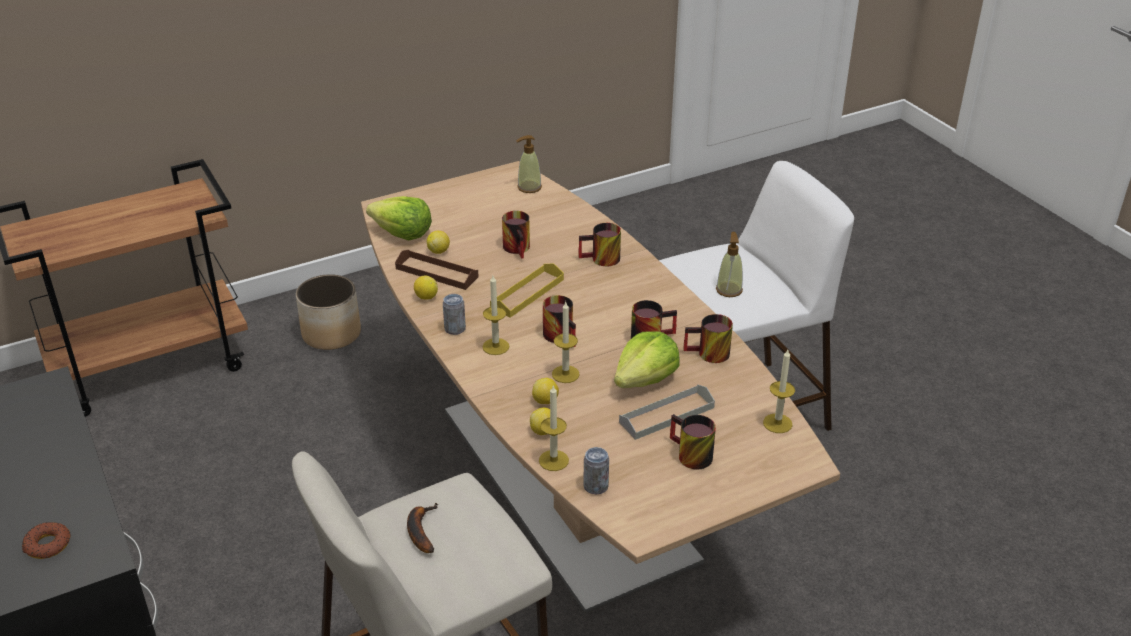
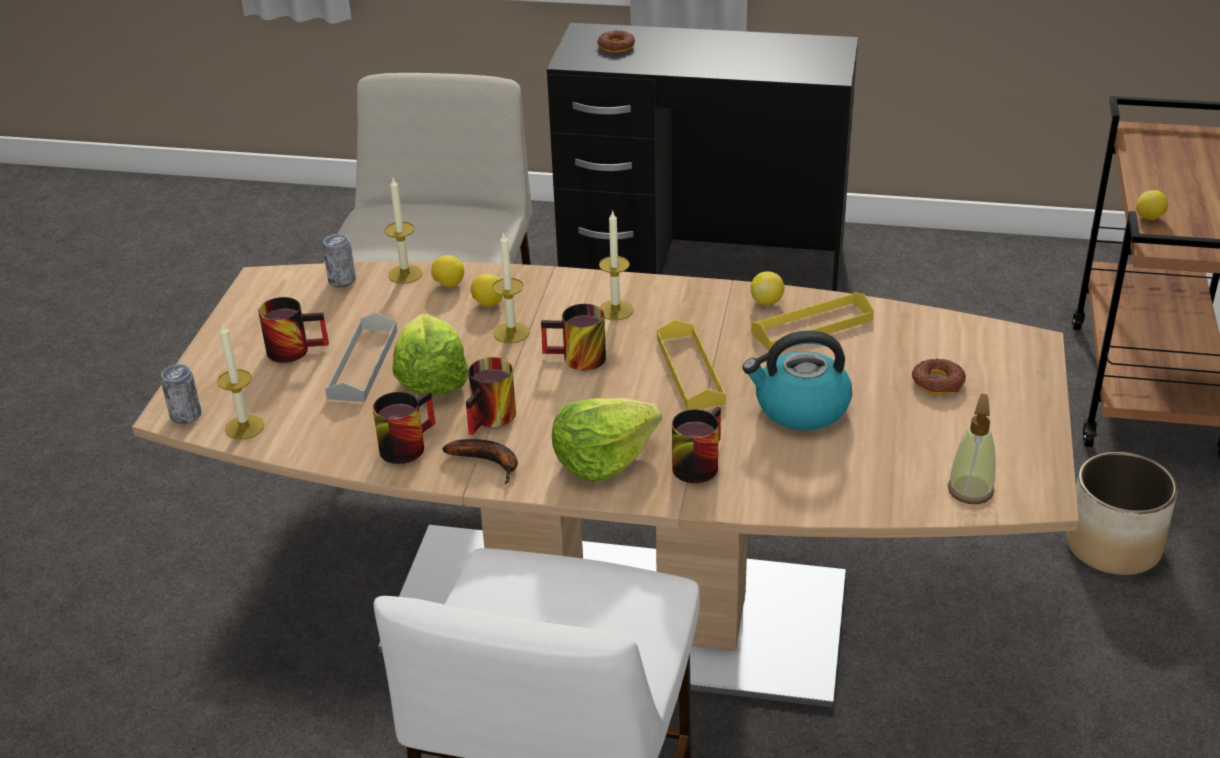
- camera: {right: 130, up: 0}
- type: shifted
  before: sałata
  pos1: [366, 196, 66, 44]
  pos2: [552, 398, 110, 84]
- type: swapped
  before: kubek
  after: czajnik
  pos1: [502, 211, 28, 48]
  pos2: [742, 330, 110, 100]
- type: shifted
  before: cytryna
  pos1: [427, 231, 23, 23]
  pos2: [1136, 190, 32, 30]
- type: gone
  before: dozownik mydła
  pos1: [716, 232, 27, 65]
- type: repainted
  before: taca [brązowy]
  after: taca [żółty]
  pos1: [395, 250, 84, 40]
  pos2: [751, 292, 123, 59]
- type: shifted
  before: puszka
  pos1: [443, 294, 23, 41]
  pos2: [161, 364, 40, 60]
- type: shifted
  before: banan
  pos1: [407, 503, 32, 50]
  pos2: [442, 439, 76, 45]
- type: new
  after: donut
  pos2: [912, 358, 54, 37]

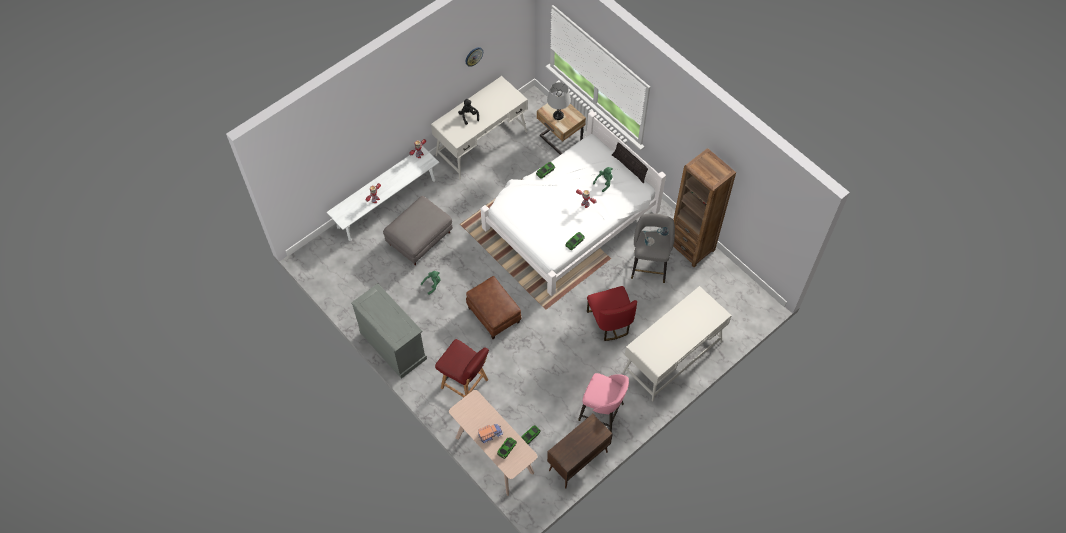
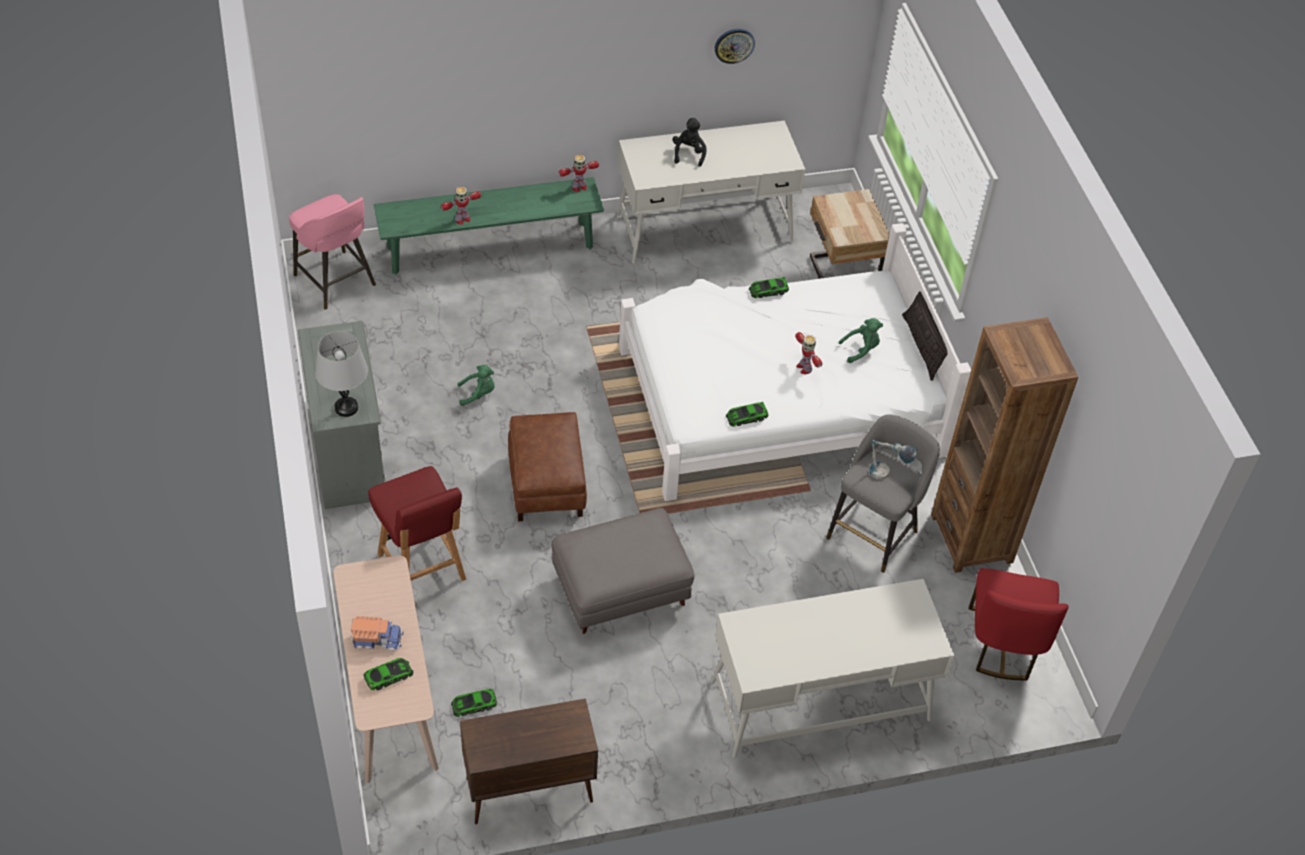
- camera: {right: 25, up: -10}
- type: shifted
  before: lampa stołowa [szary]
  pos1: [547, 82, 24, 38]
  pos2: [315, 331, 53, 86]
- type: repainted
  before: ławka [biały]
  after: ławka [zielony]
  pos1: [326, 146, 113, 95]
  pos2: [374, 177, 230, 98]
- type: shifted
  before: pufa [szary]
  pos1: [383, 196, 70, 69]
  pos2: [552, 508, 142, 126]
- type: shifted
  before: krzesło [czerwony]
  pos1: [587, 286, 50, 55]
  pos2: [968, 568, 101, 112]
- type: shifted
  before: stołek [różowy]
  pos1: [578, 373, 51, 59]
  pos2: [289, 194, 87, 116]

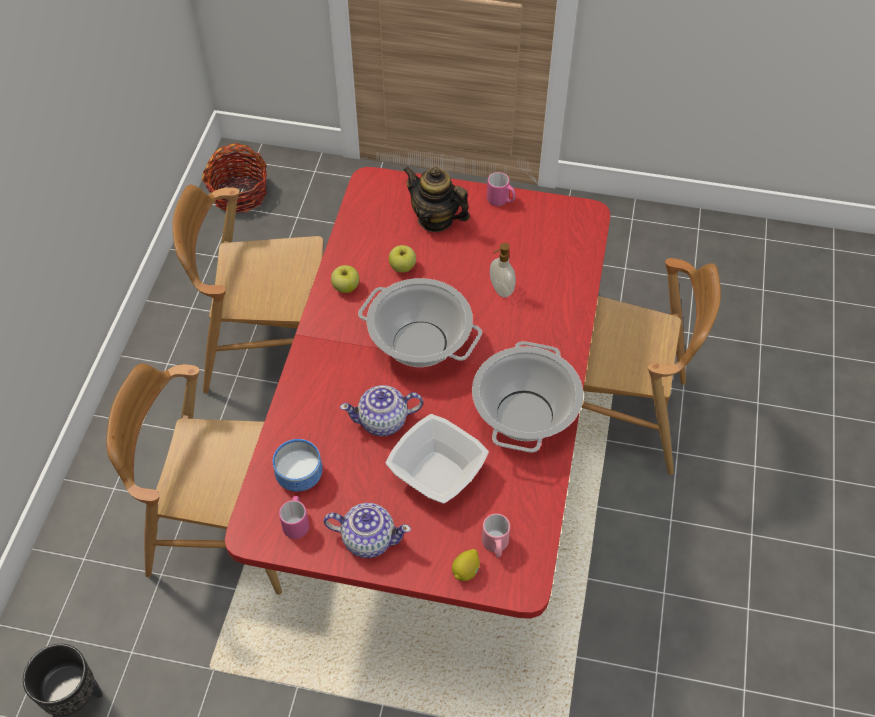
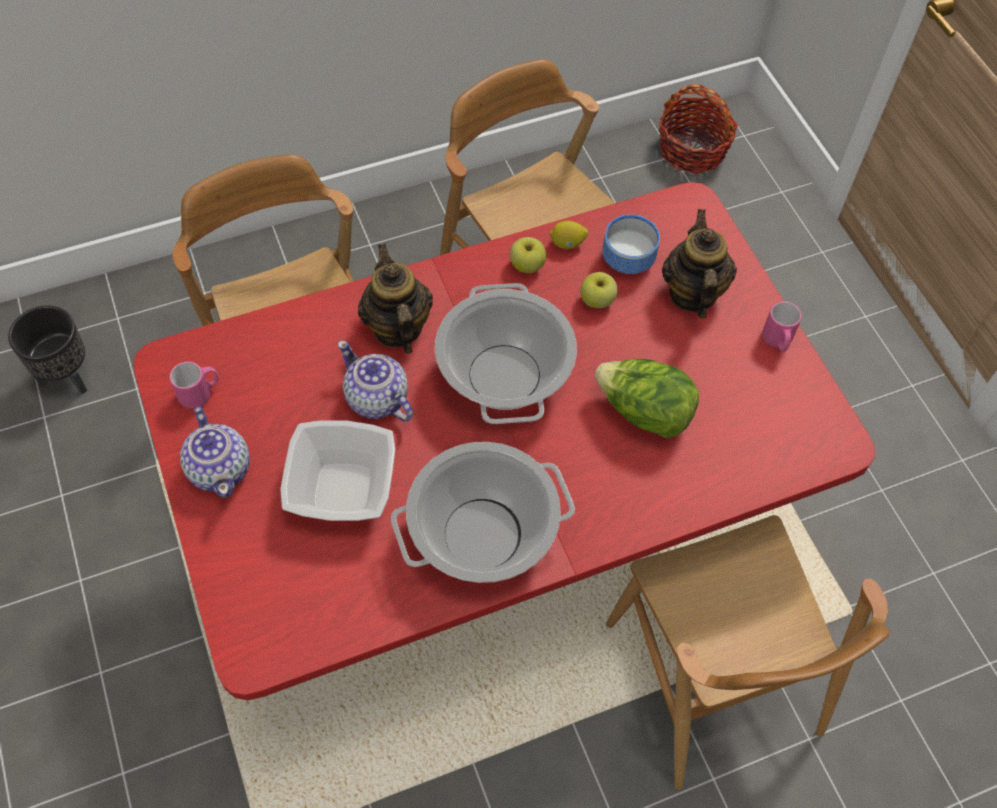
- camera: {right: 55, up: 5}
- type: swapped
  before: dozownik mydła
  after: sałata
  pos1: [490, 243, 26, 54]
  pos2: [595, 359, 104, 79]
- type: shifted
  before: miska
  pos1: [273, 439, 50, 53]
  pos2: [602, 215, 58, 59]
- type: gone
  before: kubek [różowy]
  pos1: [482, 514, 28, 44]
- type: shifted
  before: cytryna
  pos1: [452, 549, 28, 32]
  pos2: [550, 221, 38, 28]
- type: new
  after: imbryk
  pos2: [358, 243, 75, 111]

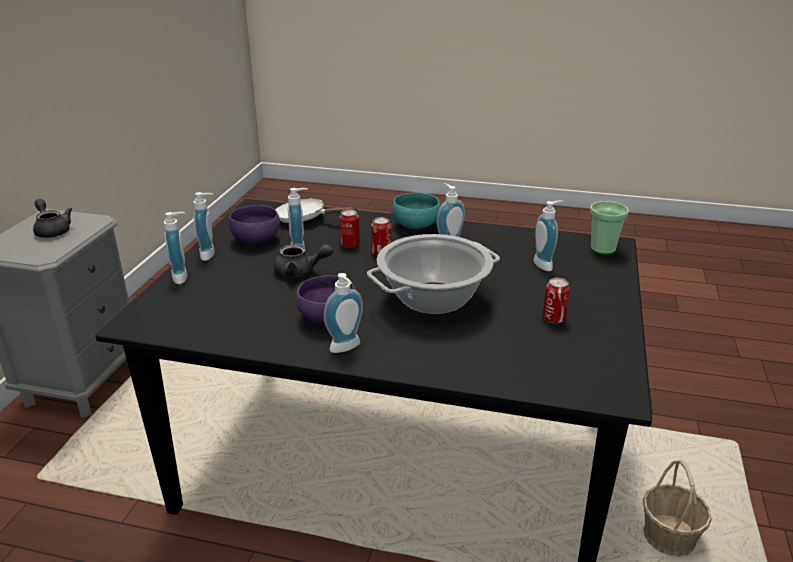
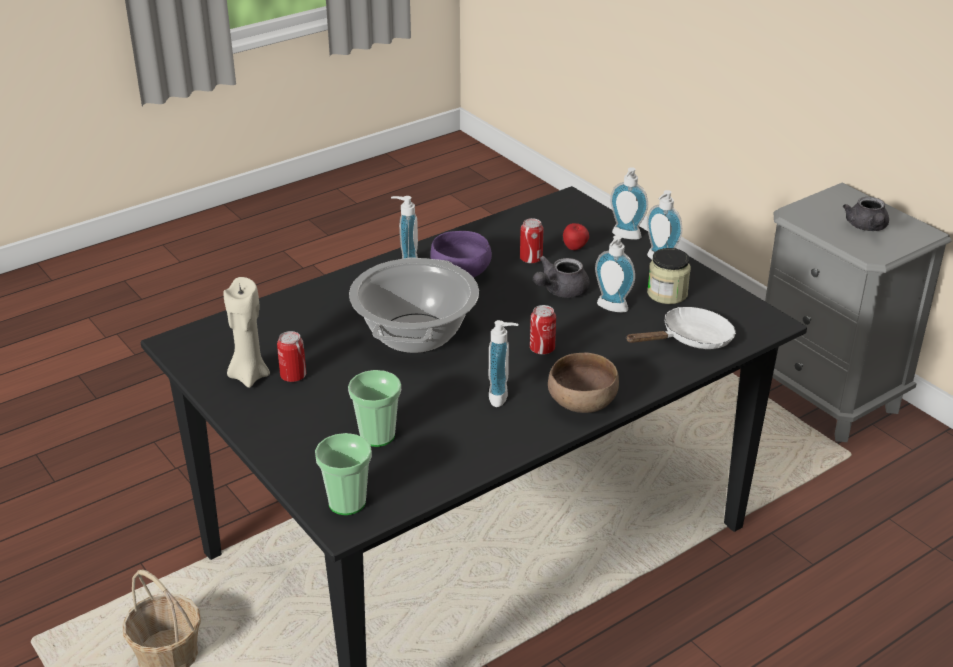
- camera: {right: 130, up: 5}
- type: repainted
  before: miska [turkusowy]
  after: miska [brązowy]
  pos1: [392, 192, 48, 37]
  pos2: [548, 353, 71, 60]
- type: rotated
  before: imbryk [szary]
  pos1: [33, 199, 39, 39]
  pos2: [843, 197, 46, 34]
  turn: 90
- type: swapped
  before: dozownik mydła
  after: filiżanka
  pos1: [534, 200, 29, 71]
  pos2: [348, 370, 53, 77]
- type: swapped
  before: miska [fioletowy]
  after: słoik
  pos1: [229, 205, 51, 39]
  pos2: [647, 248, 44, 56]
- type: shifted
  before: puszka
  pos1: [339, 209, 21, 39]
  pos2: [520, 218, 23, 46]
- type: new
  after: jabłko
  pos2: [563, 223, 26, 27]
- type: new
  after: świeca [beżowy]
  pos2: [223, 277, 47, 111]

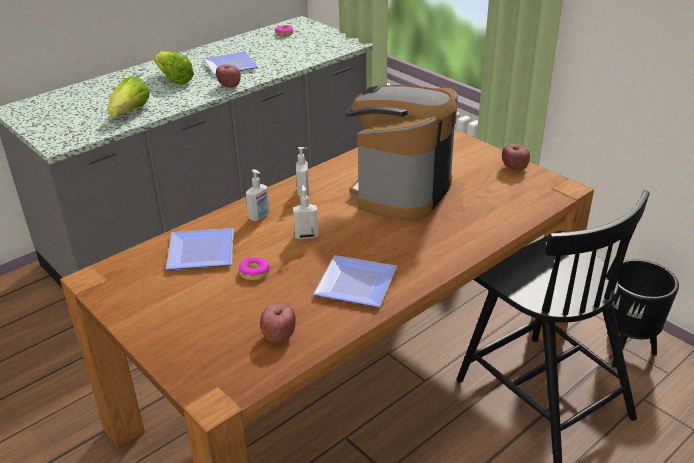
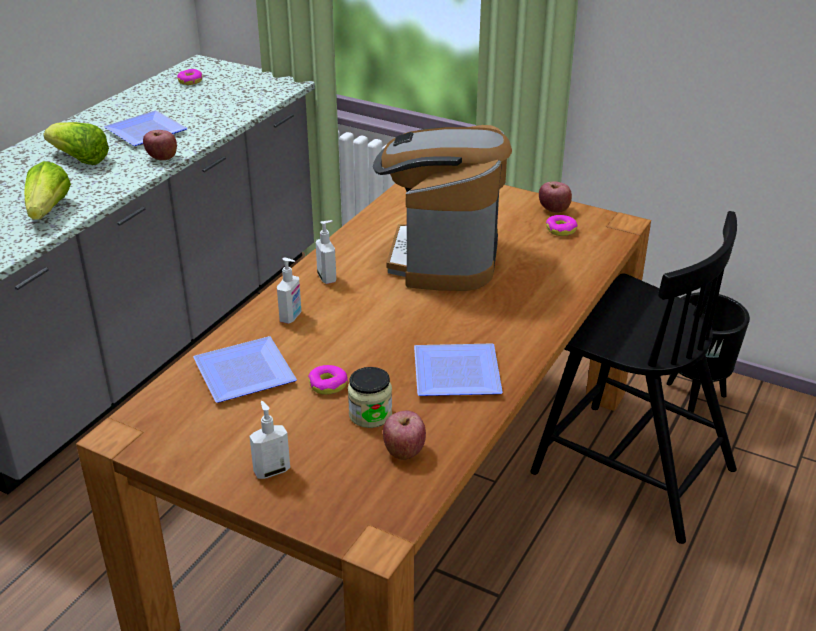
- camera: {right: -20, up: 0}
- type: shifted
  before: dozownik mydła
  pos1: [293, 185, 26, 54]
  pos2: [249, 401, 41, 78]
- type: new
  after: donut
  pos2: [546, 215, 32, 21]
- type: new
  after: słoik
  pos2: [348, 367, 44, 61]

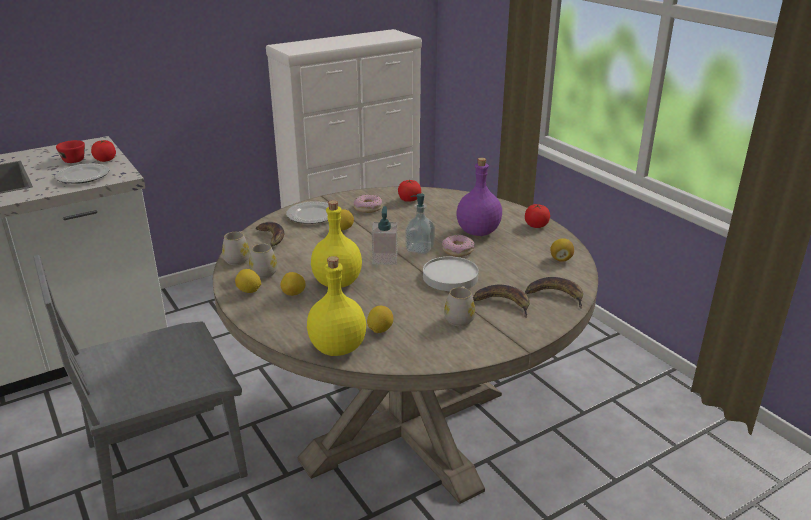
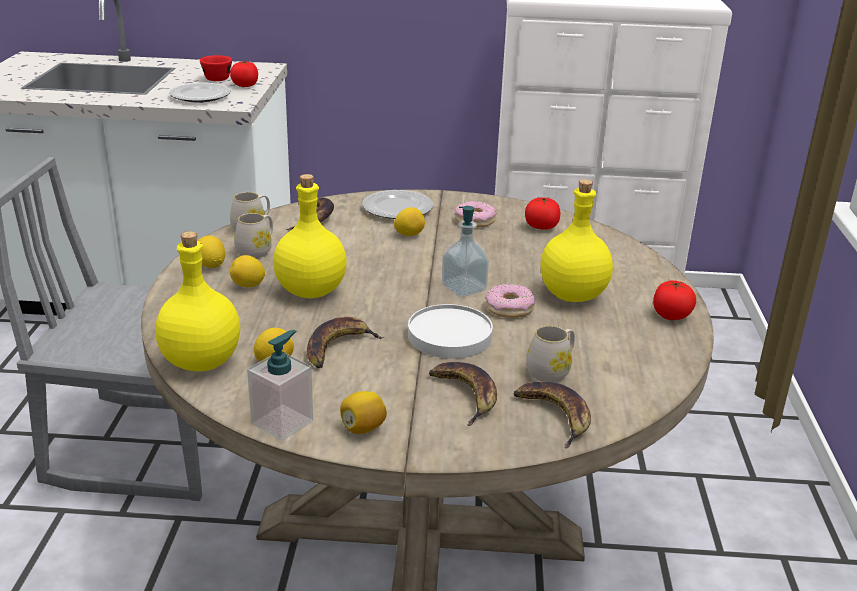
- camera: {right: 35, up: 0}
- type: repainted
  before: butelka [fioletowy]
  after: butelka [żółty]
  pos1: [456, 158, 46, 78]
  pos2: [541, 179, 72, 123]
- type: shifted
  before: dozownik mydła
  pos1: [372, 206, 25, 59]
  pos2: [247, 330, 66, 111]
- type: shifted
  before: cytryna
  pos1: [550, 238, 24, 24]
  pos2: [340, 391, 47, 43]
- type: shifted
  before: kubek [biały]
  pos1: [444, 286, 31, 40]
  pos2: [526, 325, 49, 58]
- type: new
  after: banan
  pos2: [307, 317, 77, 51]

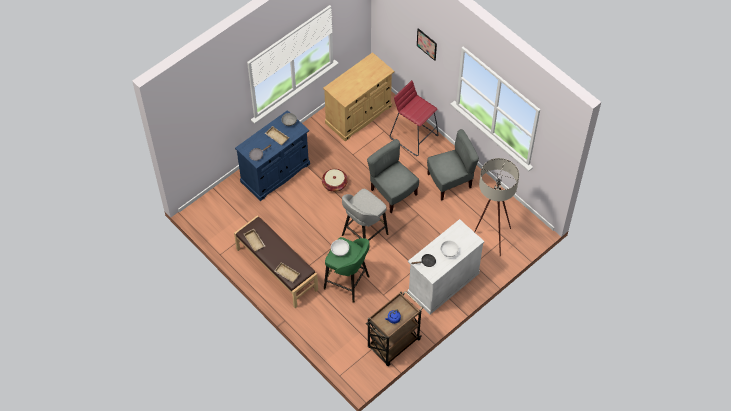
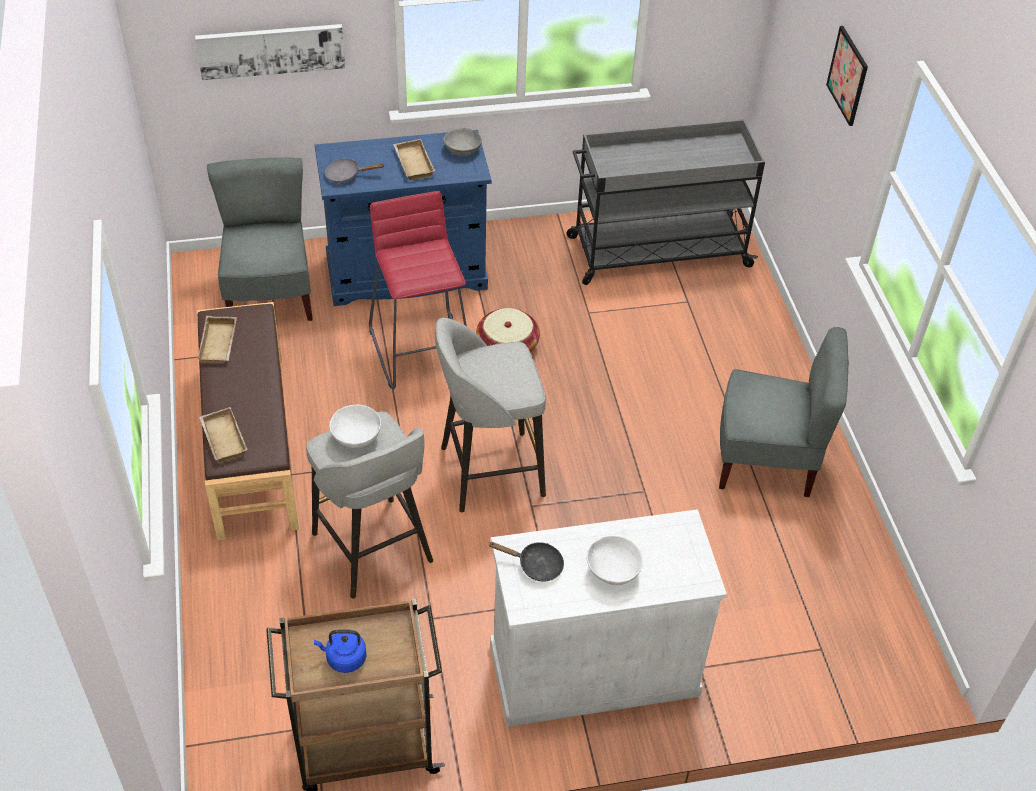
- camera: {right: 30, up: -10}
- type: swapped
  before: szafka [beżowy]
  after: wózek [szary]
  pos1: [323, 52, 72, 89]
  pos2: [566, 119, 199, 166]
- type: shifted
  before: stołek [czerwony]
  pos1: [390, 80, 49, 76]
  pos2: [369, 191, 98, 198]
- type: shifted
  before: krzesło [szary]
  pos1: [367, 139, 52, 74]
  pos2: [207, 157, 106, 164]
- type: gone
  before: lampa stojąca [beżowy]
  pos1: [474, 158, 45, 99]
- type: repainted
  before: stołek [zielony]
  after: stołek [szary]
  pos1: [324, 237, 46, 66]
  pos2: [306, 411, 127, 187]
- type: new
  after: obraz
  pos2: [195, 24, 150, 56]

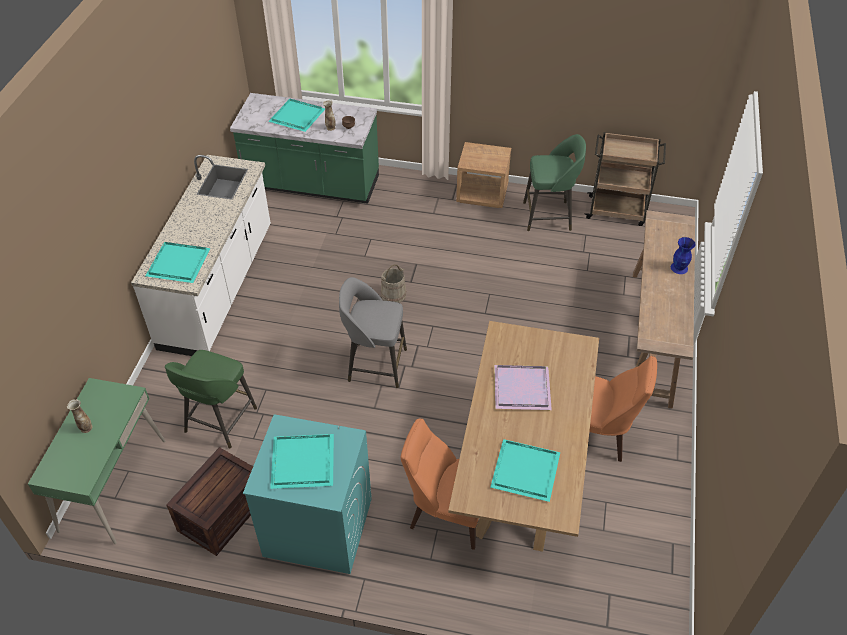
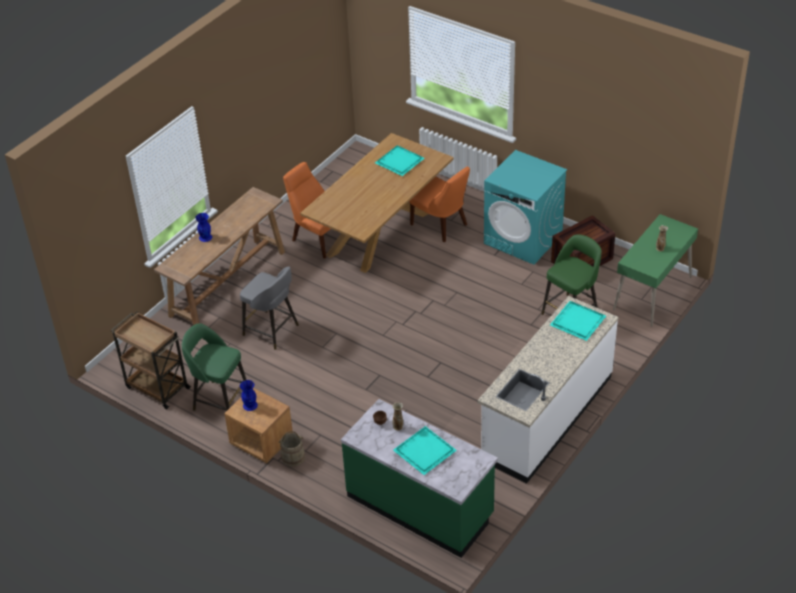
- camera: {right: -155, up: -5}
- type: shifted
  before: wiadro [beżowy]
  pos1: [381, 264, 25, 39]
  pos2: [279, 431, 26, 36]
- type: shifted
  before: stołek [szary]
  pos1: [339, 277, 68, 111]
  pos2: [240, 267, 59, 83]
- type: gone
  before: taca [fioletowy]
  pos1: [494, 365, 58, 45]
- type: gone
  before: taca [turkusowy]
  pos1: [270, 434, 64, 55]
- type: new
  after: wazon [niebieski]
  pos2: [240, 380, 18, 31]

